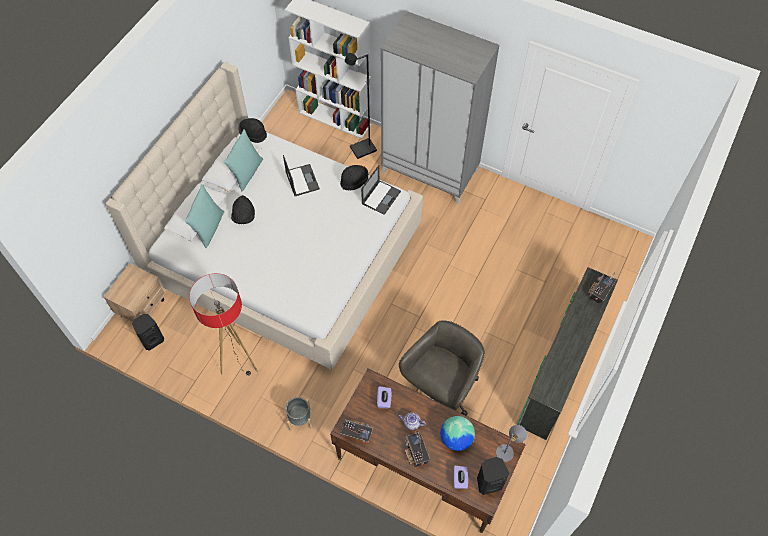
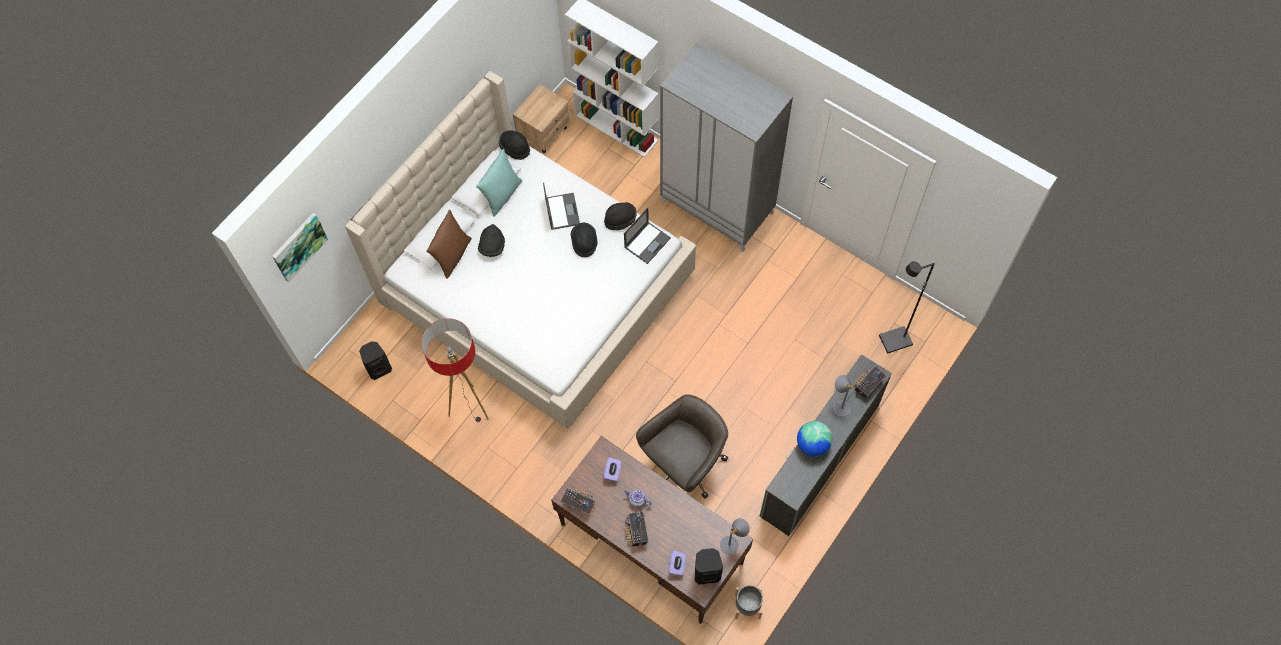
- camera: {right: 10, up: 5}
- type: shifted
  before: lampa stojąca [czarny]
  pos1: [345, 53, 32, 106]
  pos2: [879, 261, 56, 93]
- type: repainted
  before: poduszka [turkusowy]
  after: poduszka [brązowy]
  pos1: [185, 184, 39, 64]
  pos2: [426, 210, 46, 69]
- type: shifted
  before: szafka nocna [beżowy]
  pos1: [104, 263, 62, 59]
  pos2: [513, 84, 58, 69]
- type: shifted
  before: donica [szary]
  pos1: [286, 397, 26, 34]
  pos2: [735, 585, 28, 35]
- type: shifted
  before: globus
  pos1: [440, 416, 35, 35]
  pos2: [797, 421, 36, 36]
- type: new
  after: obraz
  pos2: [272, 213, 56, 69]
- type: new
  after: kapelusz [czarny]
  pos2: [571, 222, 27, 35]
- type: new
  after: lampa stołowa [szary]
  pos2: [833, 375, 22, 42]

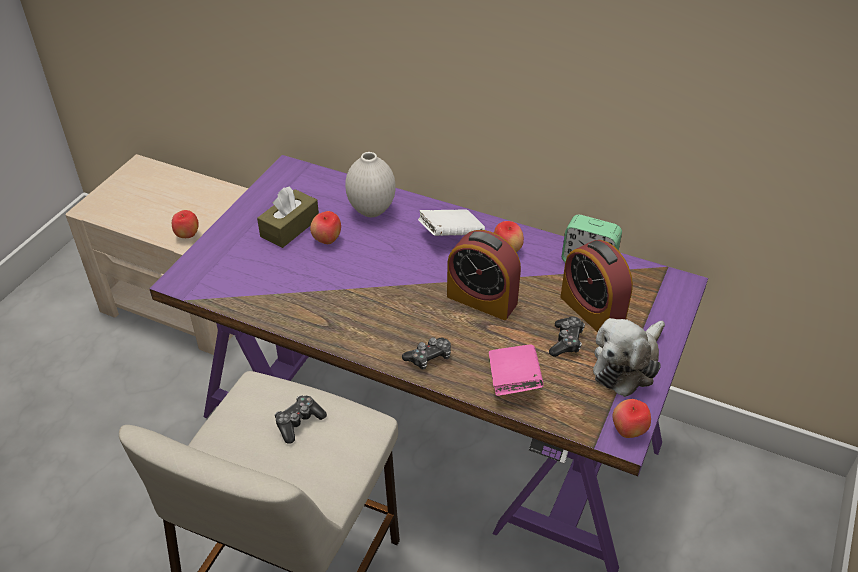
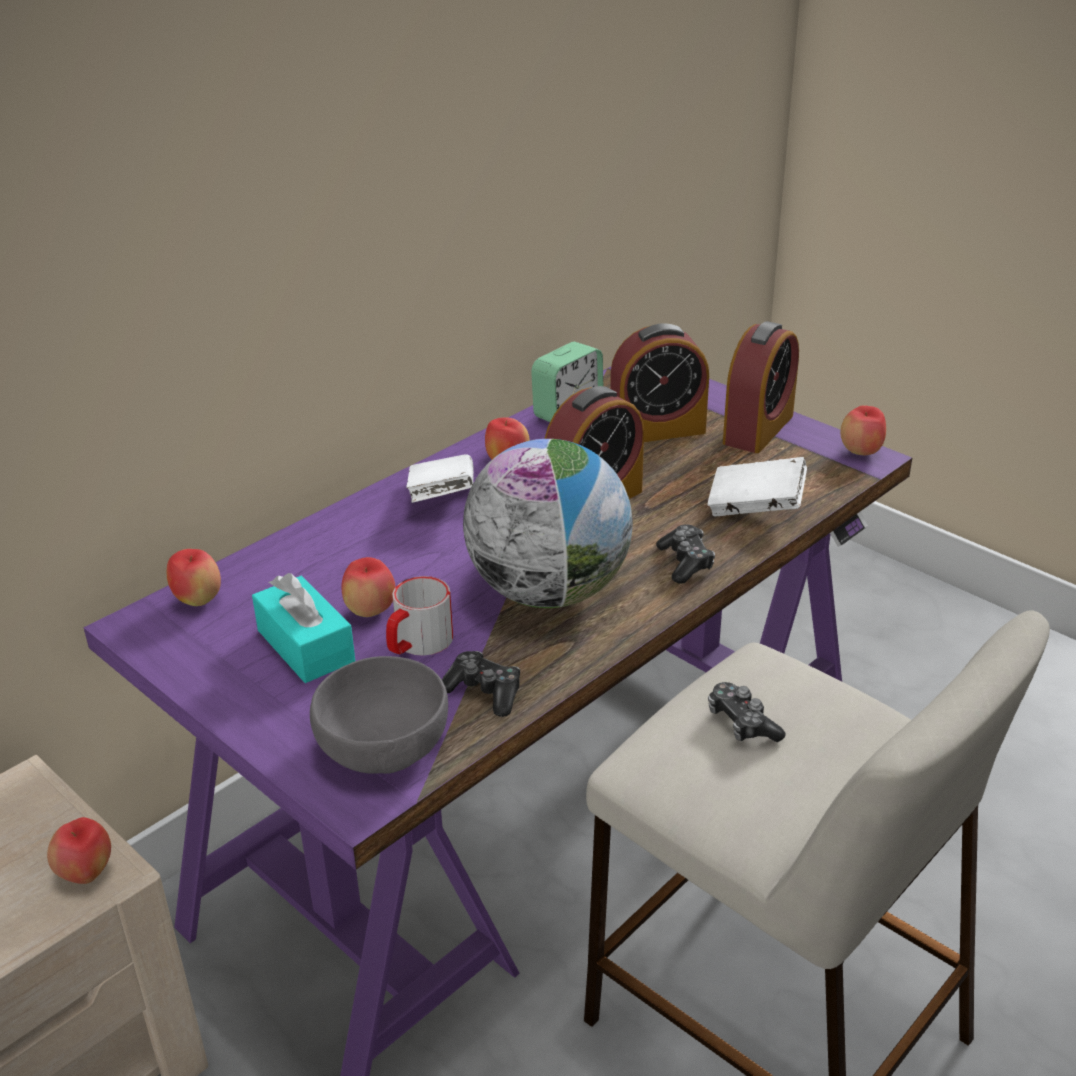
- camera: {right: -70, up: -10}
- type: gone
  before: wazon [biały]
  pos1: [345, 152, 51, 65]
- type: repainted
  before: pudełko chusteczek [brązowy]
  after: pudełko chusteczek [turkusowy]
  pos1: [257, 187, 62, 61]
  pos2: [252, 573, 103, 110]
- type: shifted
  before: pad do gier
  pos1: [549, 316, 36, 41]
  pos2: [442, 651, 78, 66]
- type: swapped
  before: pluszak
  after: budzik
  pos1: [593, 318, 72, 79]
  pos2: [723, 321, 76, 132]
- type: repainted
  before: książka [różowy]
  after: książka [biały]
  pos1: [489, 344, 54, 52]
  pos2: [708, 457, 99, 59]
- type: new
  after: globus
  pos2: [463, 439, 170, 169]
- type: new
  after: jabłko
  pos2: [167, 549, 54, 57]
- type: new
  after: kubek
  pos2: [386, 576, 67, 80]
- type: new
  after: miska [szary]
  pos2: [310, 656, 138, 118]

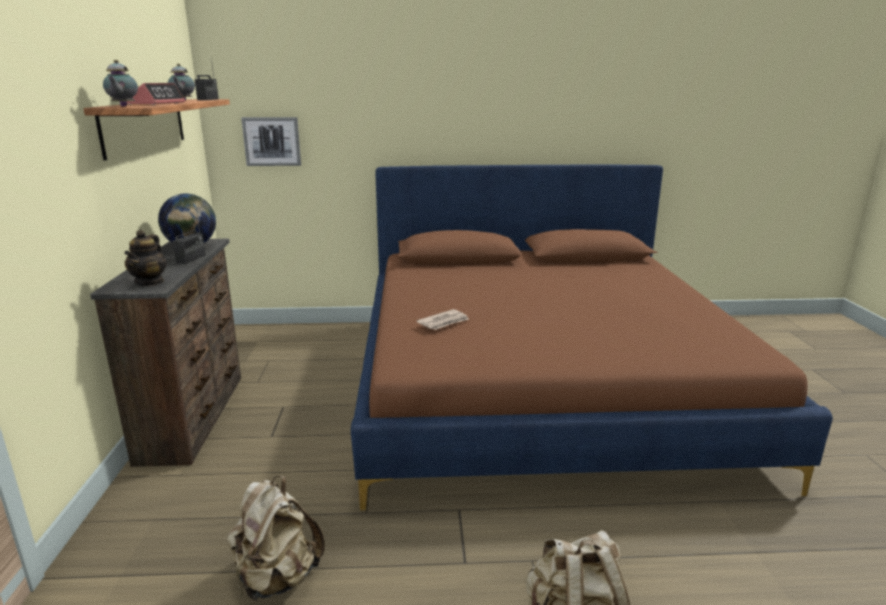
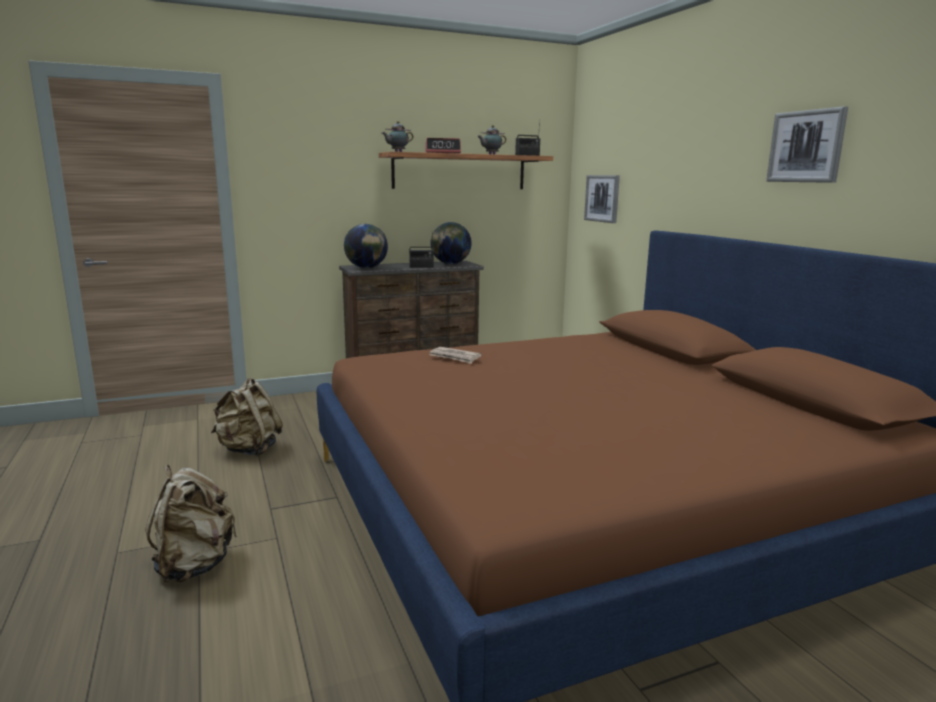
- camera: {right: 70, up: -5}
- type: swapped
  before: imbryk
  after: globus
  pos1: [124, 230, 43, 56]
  pos2: [344, 224, 44, 44]
- type: new
  after: obraz
  pos2: [766, 106, 82, 77]

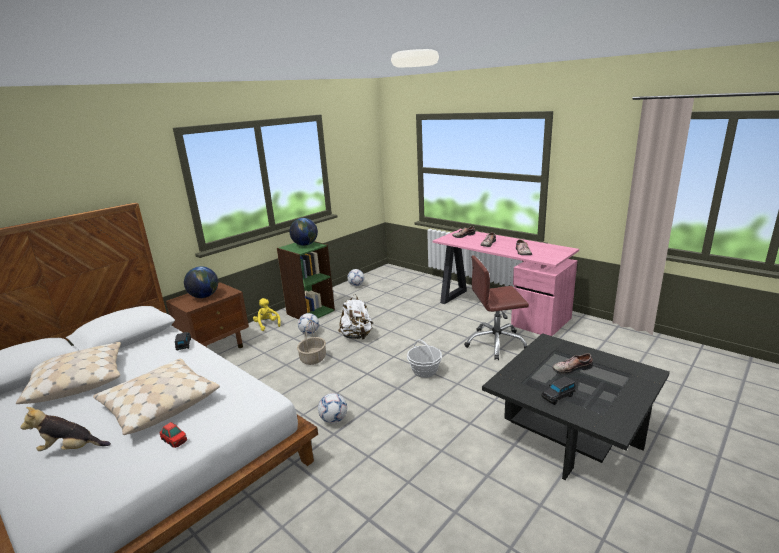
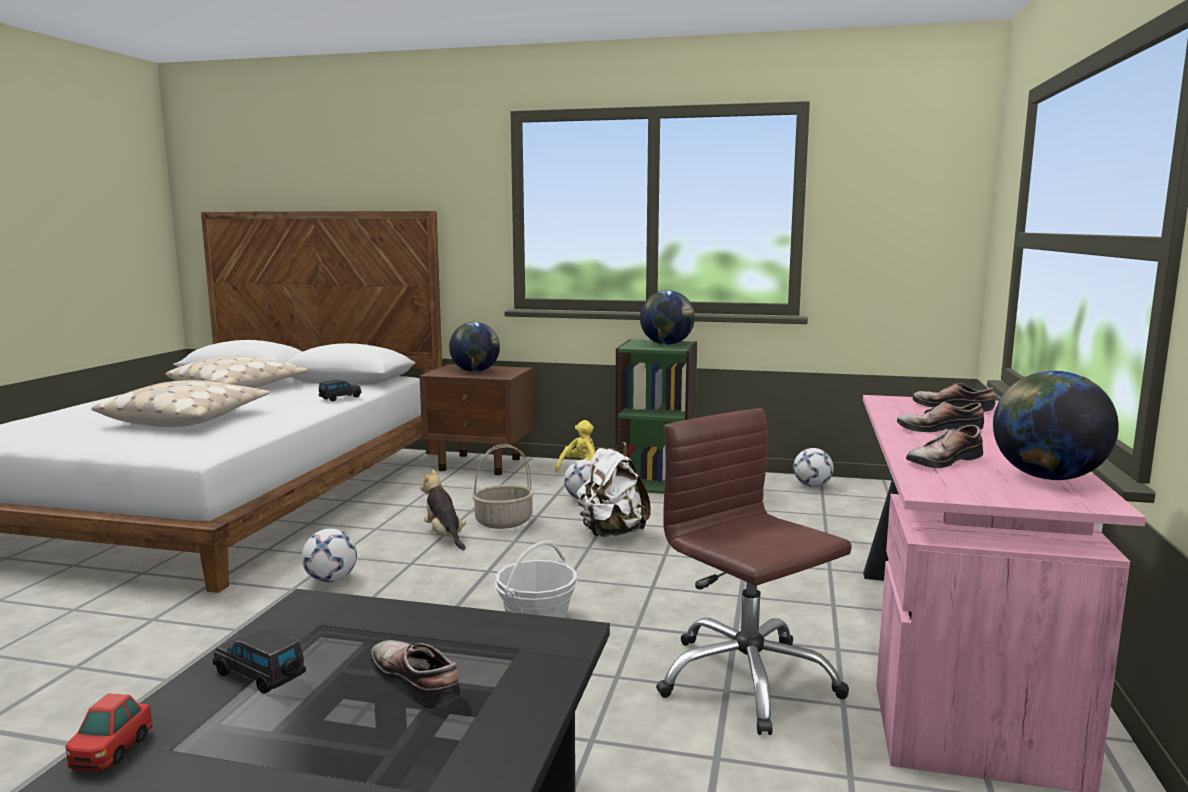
- camera: {right: 60, up: -10}
- type: shifted
  before: pluszak
  pos1: [20, 407, 91, 44]
  pos2: [420, 469, 46, 81]
- type: shifted
  before: samochodzik
  pos1: [159, 422, 28, 26]
  pos2: [65, 693, 87, 79]
- type: new
  after: globus
  pos2: [993, 371, 126, 109]

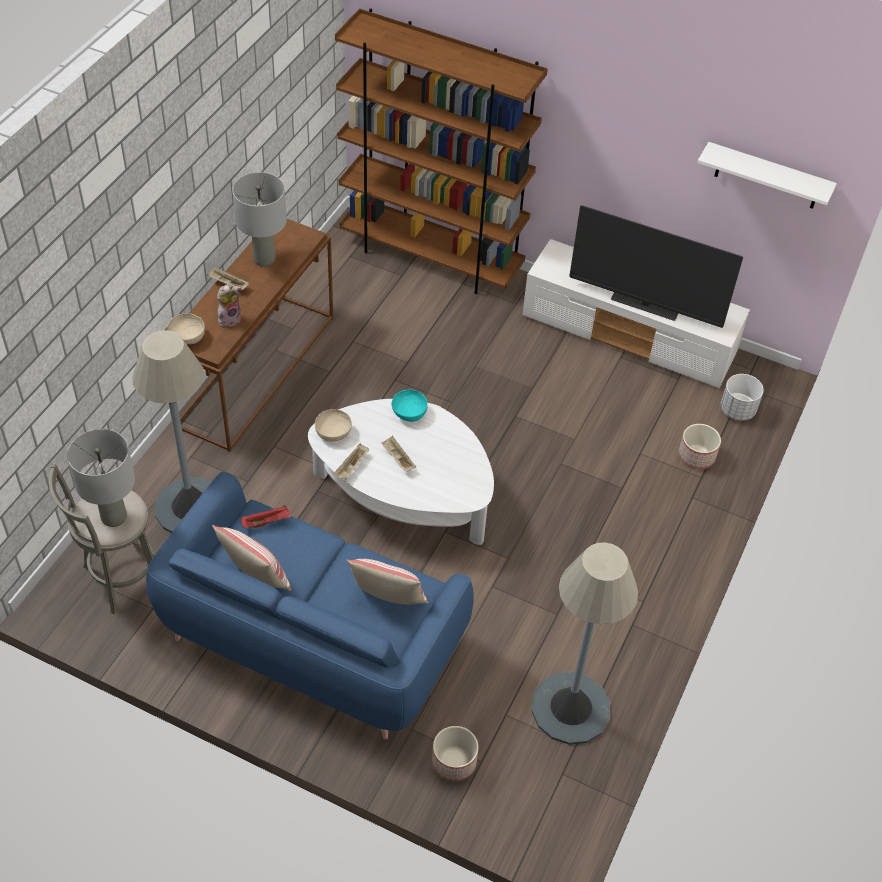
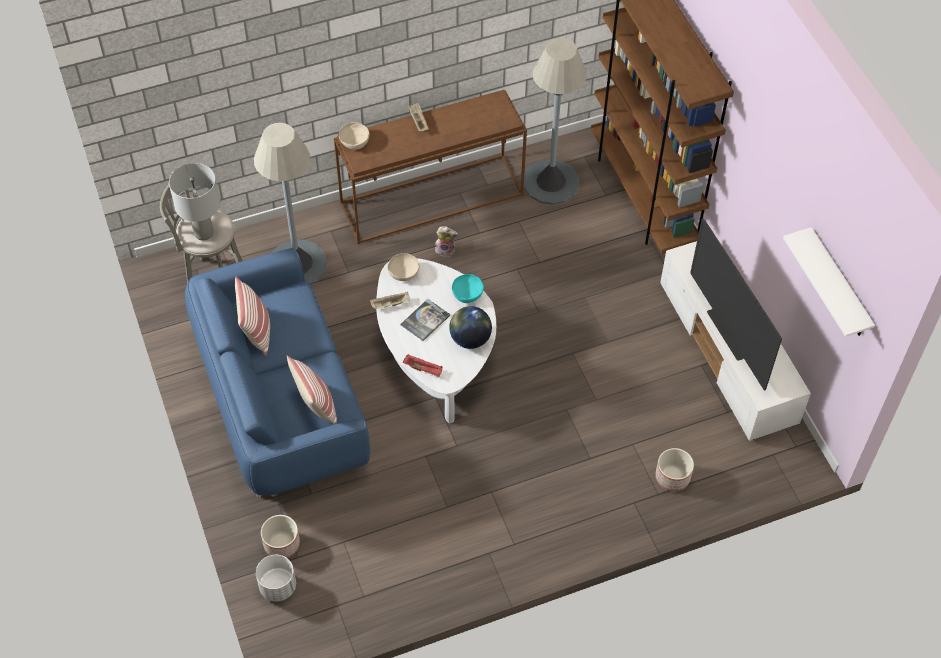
- camera: {right: 45, up: 5}
- type: gone
  before: lampa stołowa [szary]
  pos1: [232, 172, 55, 95]
- type: shifted
  before: pluszak
  pos1: [217, 284, 25, 43]
  pos2: [435, 226, 23, 31]
- type: shifted
  before: donica [biały]
  pos1: [721, 374, 43, 46]
  pos2: [256, 555, 40, 47]
- type: swapped
  before: taca [beżowy]
  after: książka
  pos1: [382, 436, 34, 35]
  pos2: [401, 299, 49, 42]
- type: shifted
  before: taca [czerwony]
  pos1: [241, 505, 50, 23]
  pos2: [403, 354, 40, 23]
- type: shifted
  before: lampa stojąca [szary]
  pos1: [532, 542, 106, 203]
  pos2: [524, 38, 63, 167]
- type: new
  after: globus
  pos2: [449, 306, 43, 43]

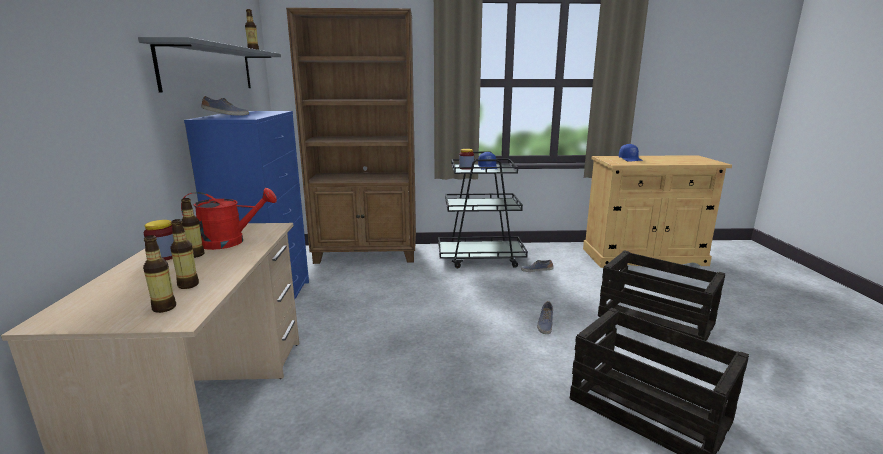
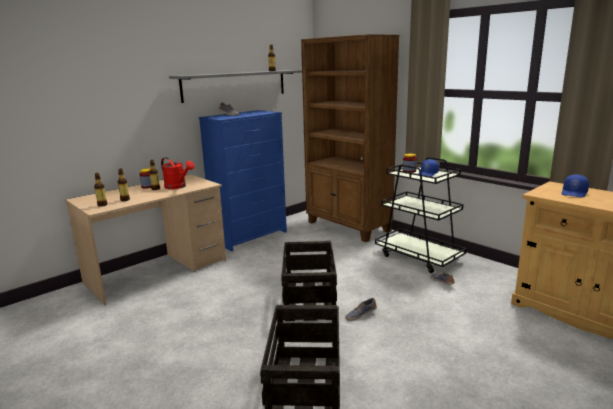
- camera: {right: 50, up: 0}
- type: shifted
  before: skrzynka
  pos1: [598, 250, 127, 91]
  pos2: [281, 241, 56, 80]

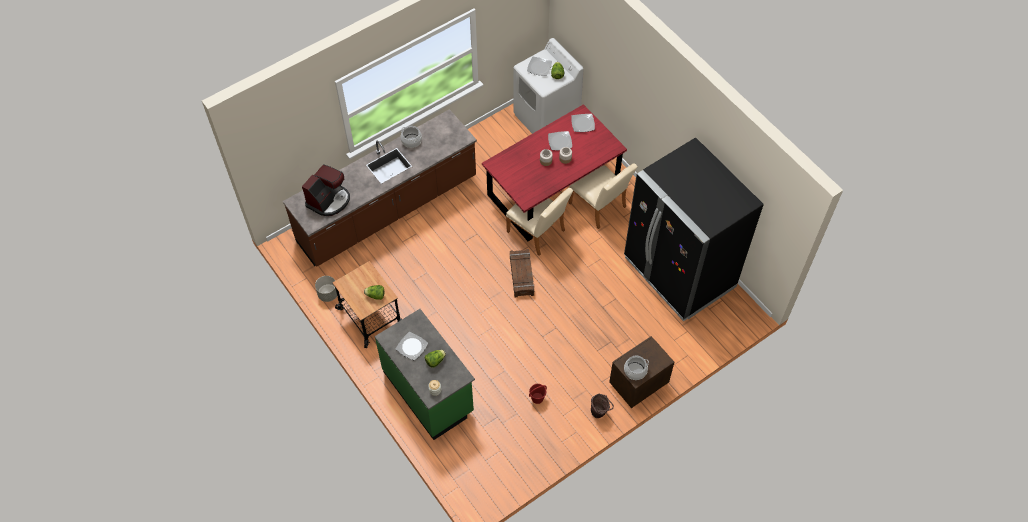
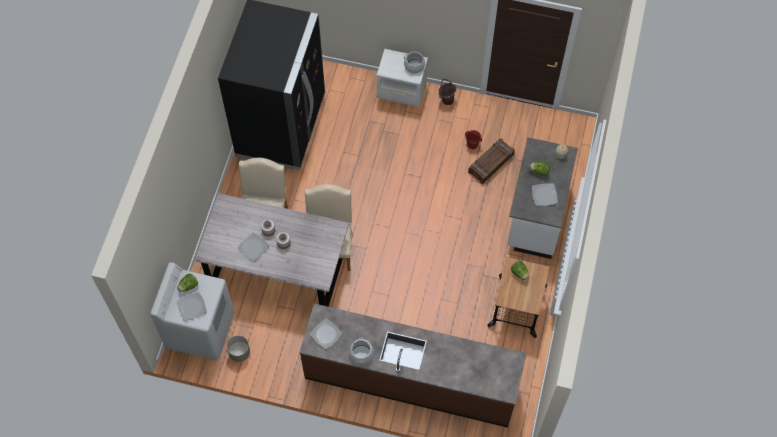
- camera: {right: -130, up: 5}
- type: repainted
  before: stół jadalny [czerwony]
  after: stół jadalny [szary]
  pos1: [482, 104, 145, 137]
  pos2: [195, 193, 154, 114]
- type: shifted
  before: talerz
  pos1: [571, 114, 24, 18]
  pos2: [310, 318, 33, 31]
- type: gone
  before: ekspres do kawy
  pos1: [302, 165, 48, 51]
- type: shifted
  before: skrzynka
  pos1: [510, 249, 24, 48]
  pos2: [468, 138, 47, 46]
- type: shifted
  before: donica [szary]
  pos1: [315, 276, 22, 26]
  pos2: [227, 335, 23, 27]
- type: repainted
  before: zabudowa kuchenna [zielony]
  after: zabudowa kuchenna [biały]
  pos1: [375, 309, 100, 131]
  pos2: [507, 137, 71, 122]
- type: repainted
  before: szafka nocna [brązowy]
  after: szafka nocna [biały]
  pos1: [609, 336, 65, 72]
  pos2: [377, 49, 51, 58]

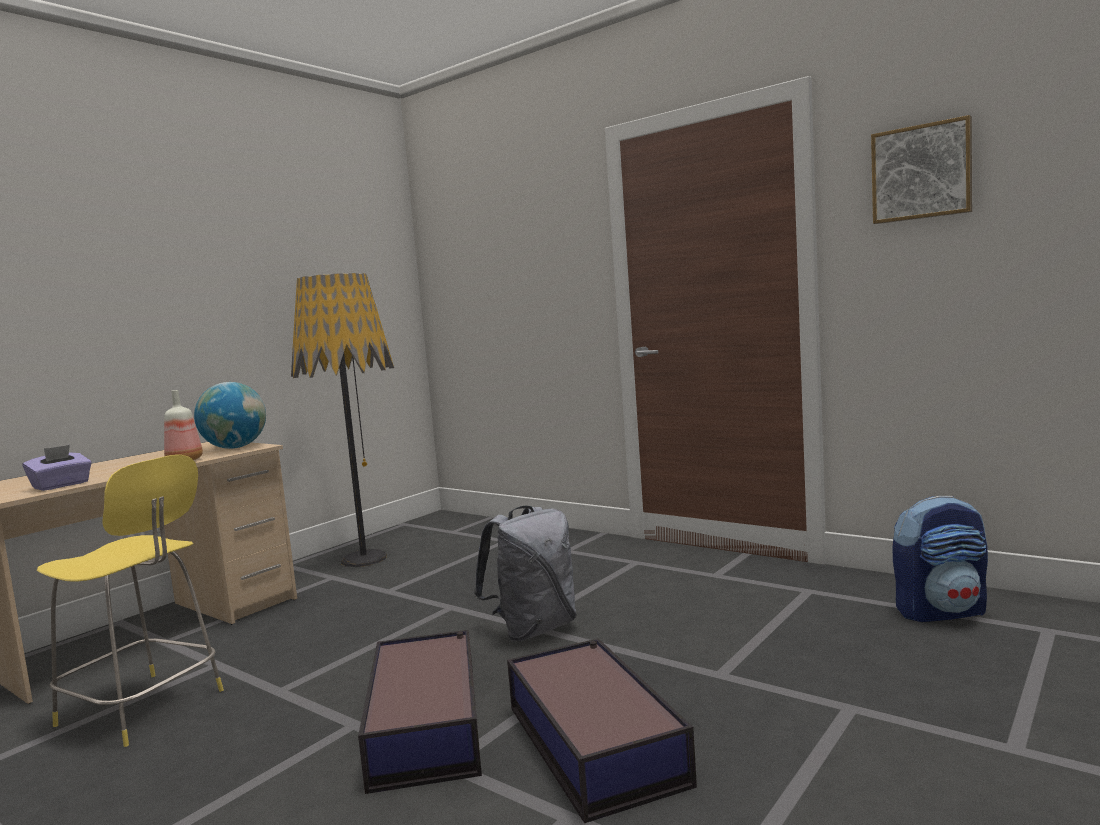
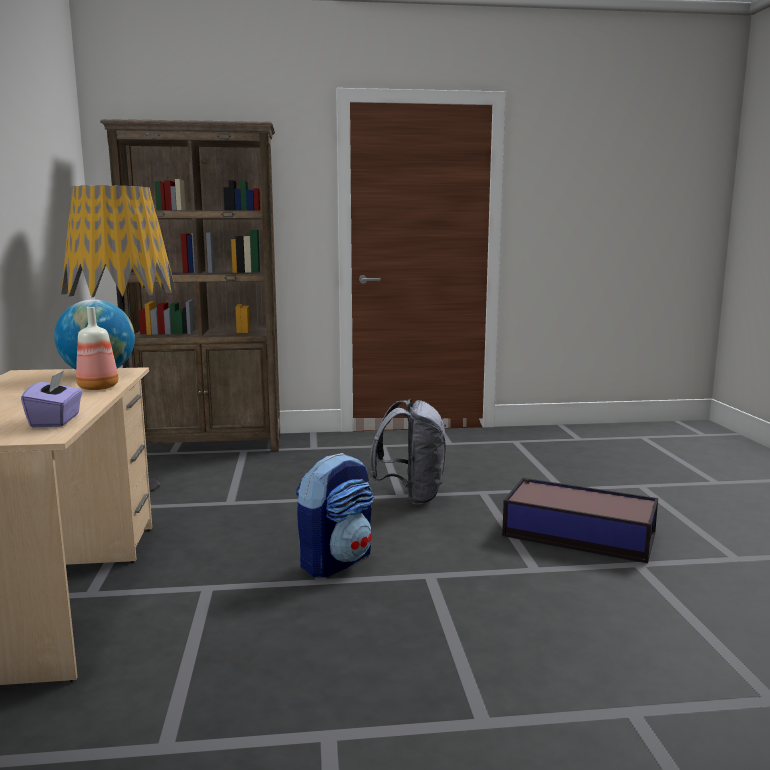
- camera: {right: -45, up: 5}
- type: gone
  before: obraz
  pos1: [871, 115, 101, 109]
- type: gone
  before: stołek [żółty]
  pos1: [37, 455, 187, 292]
- type: shifted
  before: plecak
  pos1: [892, 496, 96, 126]
  pos2: [296, 453, 77, 124]
- type: gone
  before: pojemnik do przechowywania
  pos1: [358, 630, 124, 164]
- type: new
  after: regał [brązowy]
  pos2: [100, 119, 180, 332]

